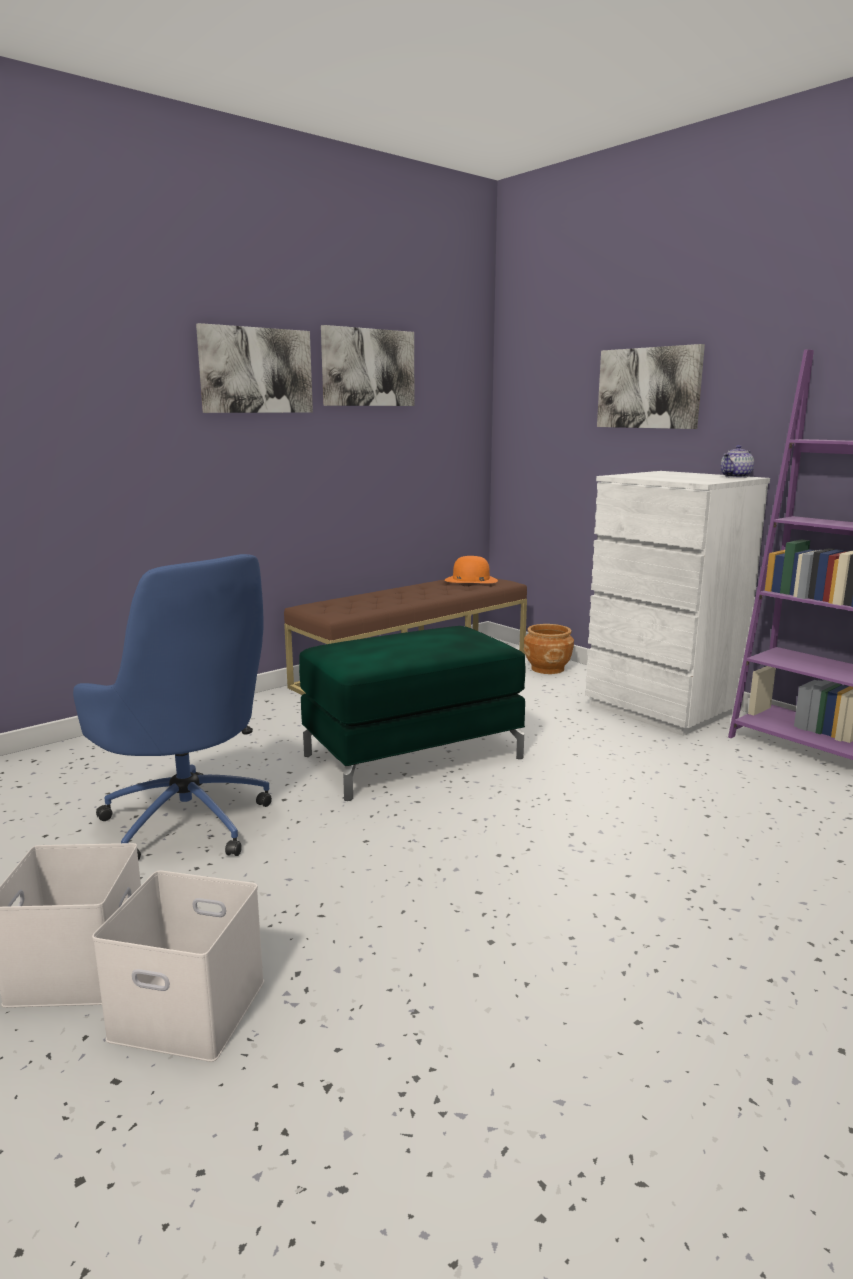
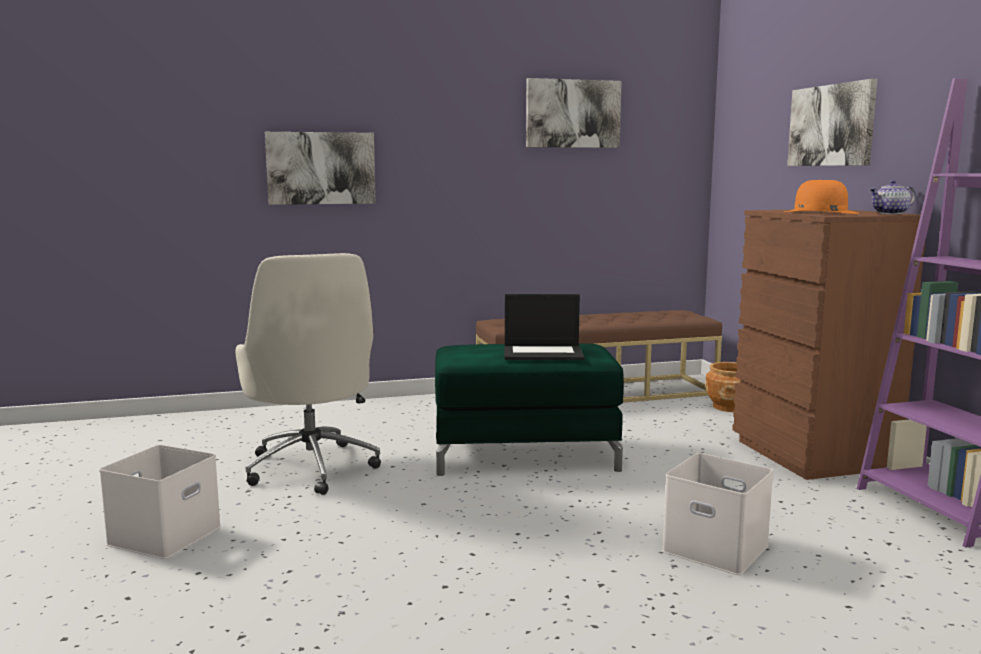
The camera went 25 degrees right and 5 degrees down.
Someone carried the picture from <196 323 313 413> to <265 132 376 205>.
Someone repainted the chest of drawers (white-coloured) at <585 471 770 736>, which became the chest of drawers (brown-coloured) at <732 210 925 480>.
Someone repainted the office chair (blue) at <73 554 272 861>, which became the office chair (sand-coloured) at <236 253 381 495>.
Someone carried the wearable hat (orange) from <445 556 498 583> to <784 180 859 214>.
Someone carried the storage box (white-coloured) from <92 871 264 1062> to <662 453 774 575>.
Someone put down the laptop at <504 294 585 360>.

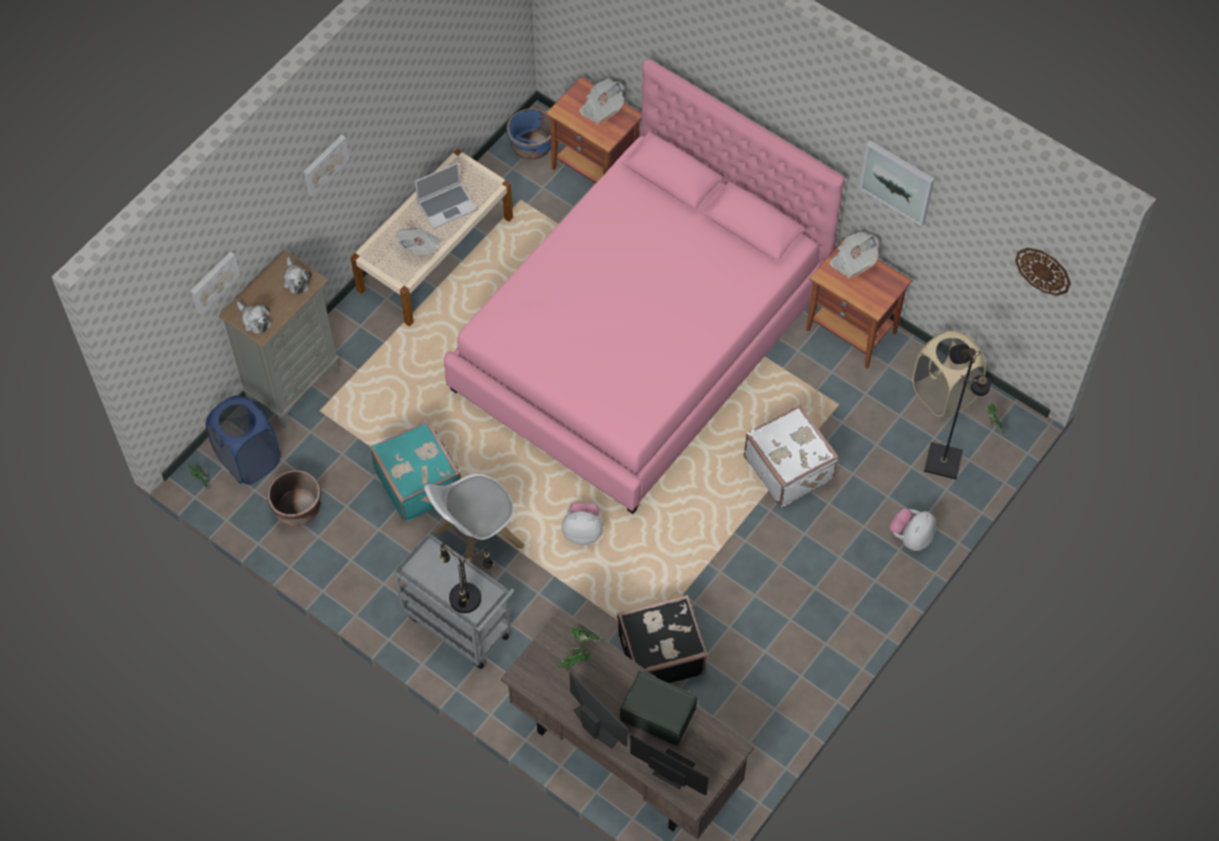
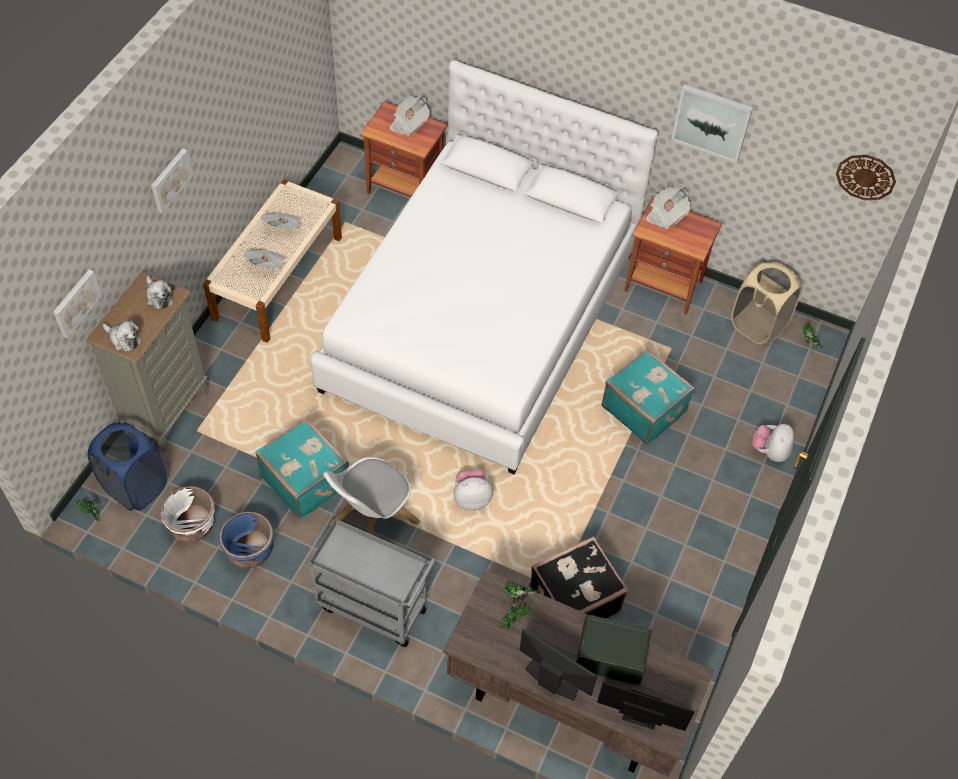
The camera went 15 degrees left and 5 degrees down.
Someone repainted the bedroom bed (pink-coloured) at <444 60 845 514>, which became the bedroom bed (white-coloured) at <311 60 658 474>.
Someone carried the plant pot (blue) from <506 108 551 160> to <219 511 274 568>.
Someone swapped the laptop at <415 162 477 229> for the printed paper at <261 211 302 229>.
Someone took away the standard lamp (blackish) at <924 344 991 480>.
Someone repainted the travel case (white-coloured) at <744 405 839 507>, which became the travel case (turquoise) at <601 349 695 445>.
Someone repainted the plant pot (brown-coloured) at <267 470 321 526>, which became the plant pot (white-coloured) at <160 486 215 543>.
Someone took away the table lamp at <440 544 493 613>.

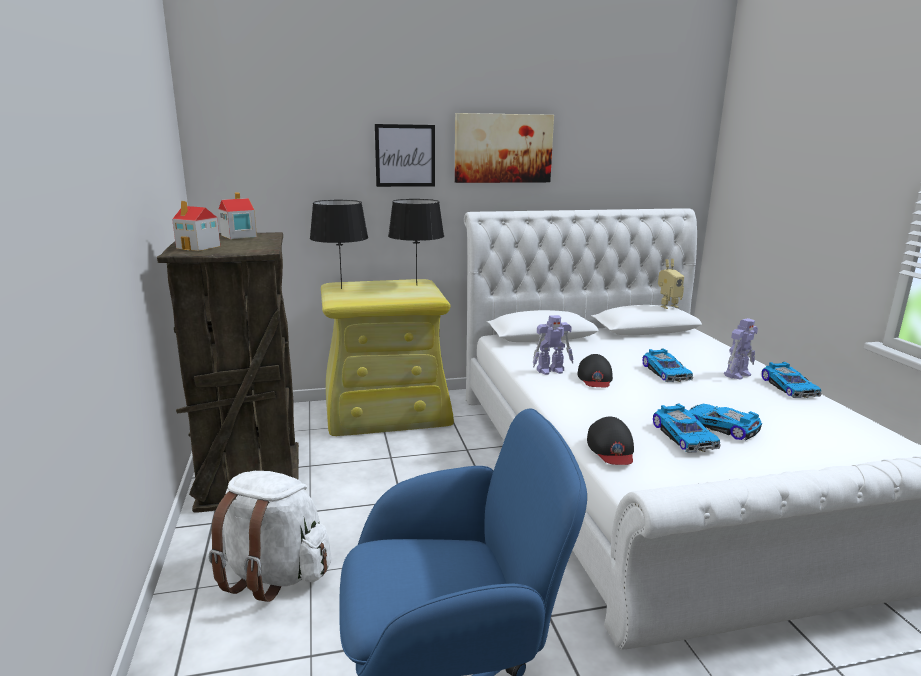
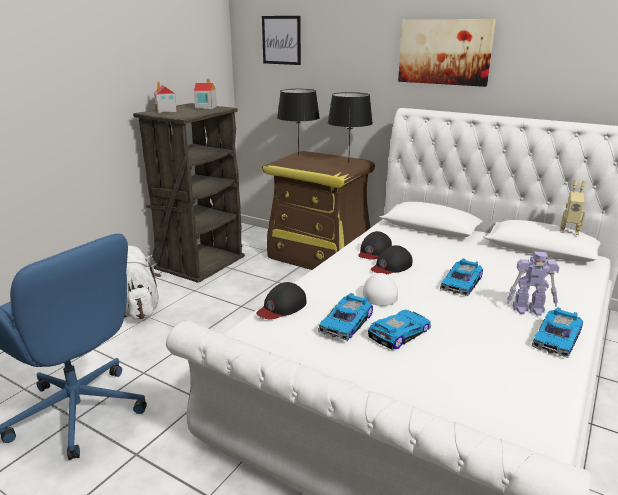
The camera went 45 degrees right and 5 degrees up.
Someone carried the picture from <375 124 435 187> to <262 16 301 65>.
Someone repainted the bedside table (yellow) at <321 279 454 436>, which became the bedside table (brown-coloured) at <262 151 375 270>.
Someone swapped the model robot at <533 315 574 375> for the peaked cap (blackish) at <358 231 392 260>.
Someone rotated the toy car at <689 404 762 440> by 45 degrees clockwise.
Someone put down the peaked cap (white-coloured) at <363 273 398 306>.

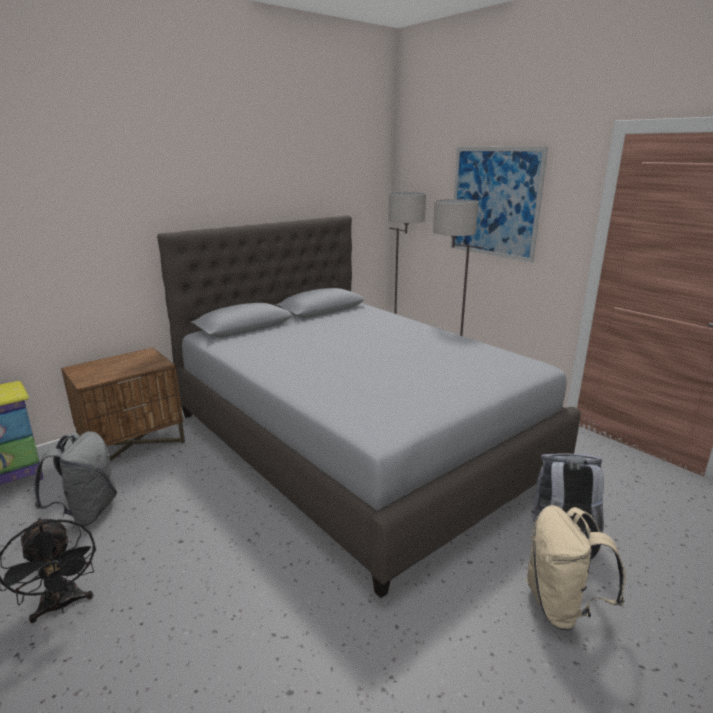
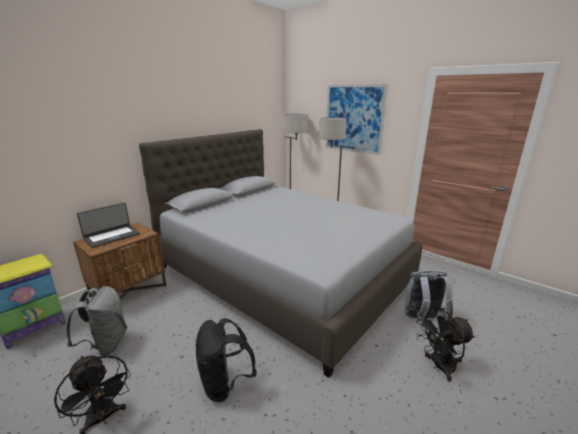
The camera went 10 degrees left and 0 degrees up.
Someone swapped the knapsack (sand-coloured) at <526 505 626 631> for the cooling fan (blackish) at <416 308 475 382>.
Someone put down the laptop at <77 203 140 248>.
Someone put down the knapsack (blackish) at <195 318 257 402>.

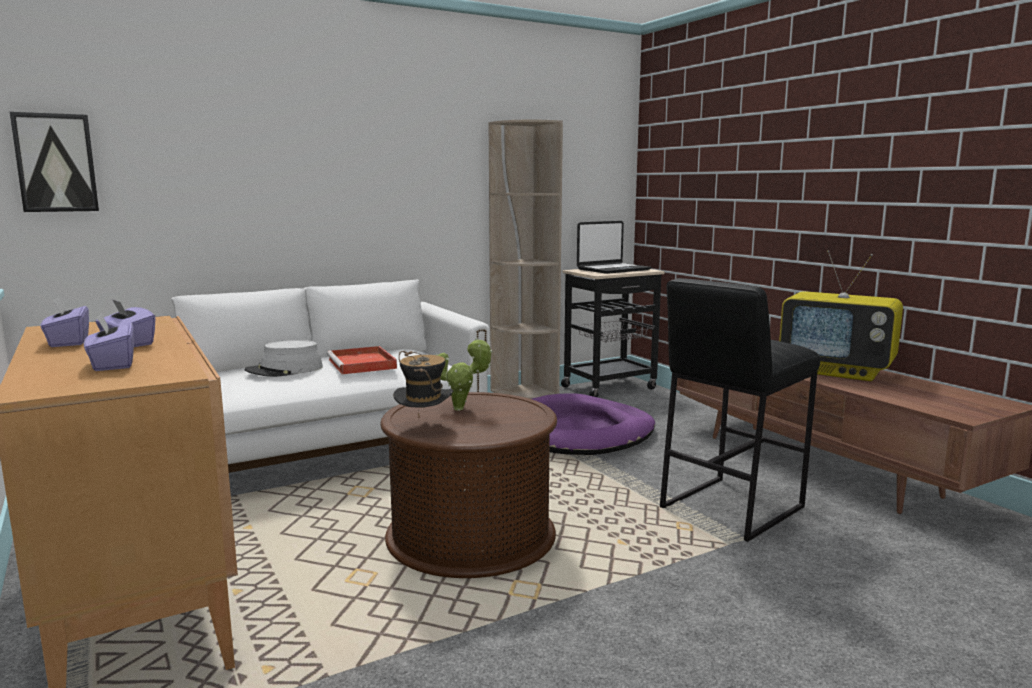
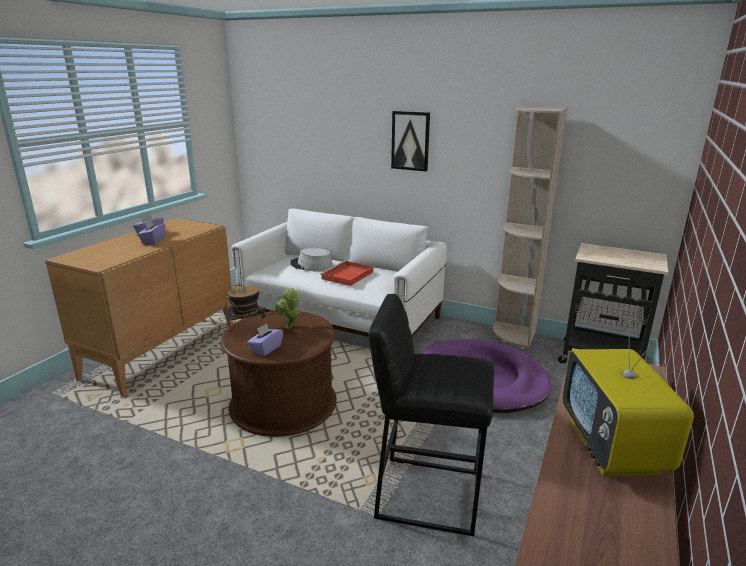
The camera went 55 degrees right and 10 degrees up.
Someone carried the picture from <10 112 99 212> to <391 111 430 171>.
Someone took away the laptop at <577 221 651 274>.
Someone carried the tissue box (purplish) from <84 313 134 371> to <247 323 283 356>.

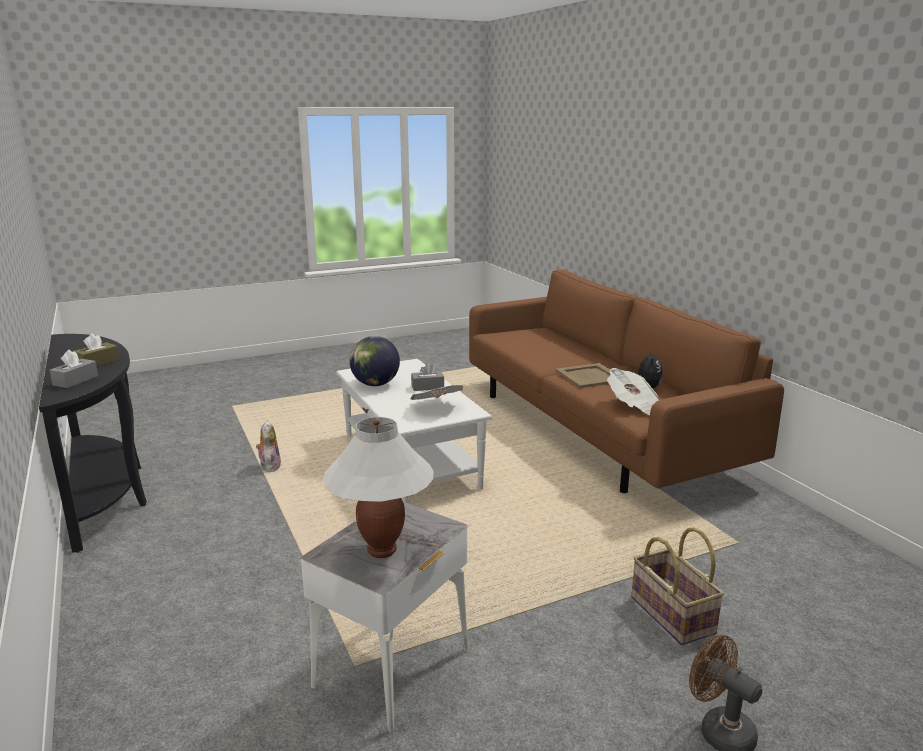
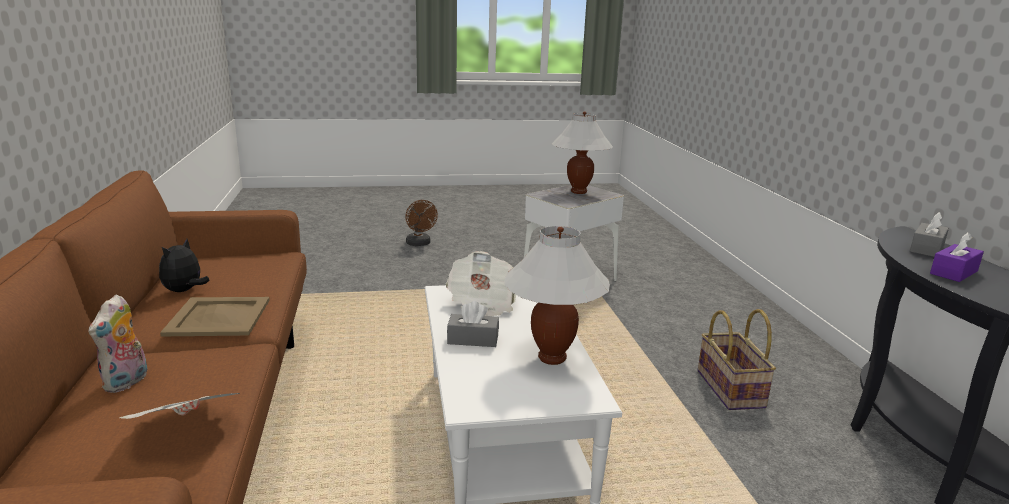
The camera went 165 degrees left and 0 degrees up.
Someone repainted the tissue box (brown-coloured) at <75 334 119 366>, which became the tissue box (purplish) at <930 232 984 282>.
Someone swapped the desk globe at <350 336 400 386> for the table lamp (white-coloured) at <504 226 610 365>.
Someone carried the printed paper from <607 368 659 416> to <119 393 240 419>.
Someone carried the cuddly toy from <256 420 281 472> to <88 294 147 393>.
Someone carried the basket from <631 527 724 646> to <698 309 776 410>.

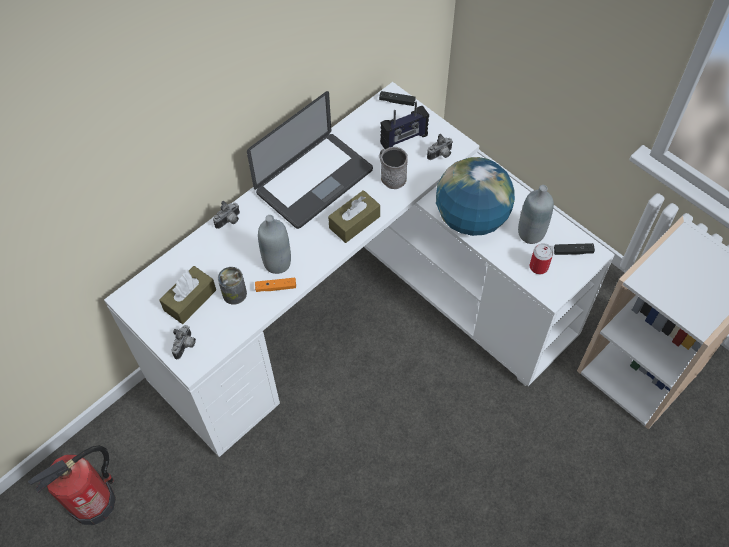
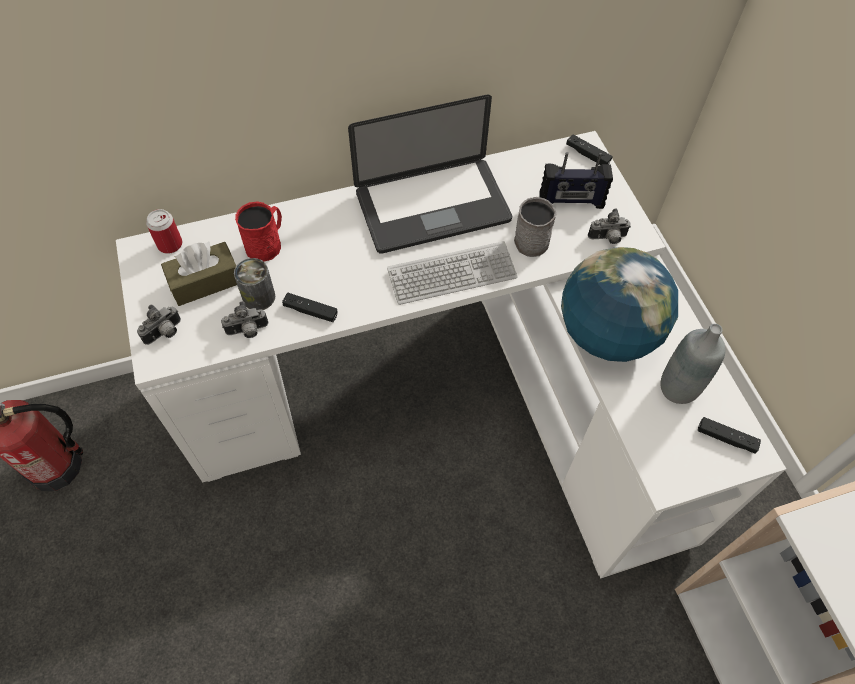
The camera went 25 degrees right and 0 degrees up.
Someone swapped the tissue box (brown-coloured) at <328 190 380 243> for the computer keyboard at <387 241 518 305>.
Someone carried the still camera from <213 201 240 229> to <221 301 268 338>.
Someone took away the bottle (gray) at <258 215 291 274>.
Someone carried the metal can from <530 243 553 274> to <146 209 182 254>.
Someone repainted the joypad (orange) at <255 278 296 292>, which became the joypad (blackish) at <282 293 338 322>.
Someone put down the tea mug (reddish) at <235 201 282 261>.

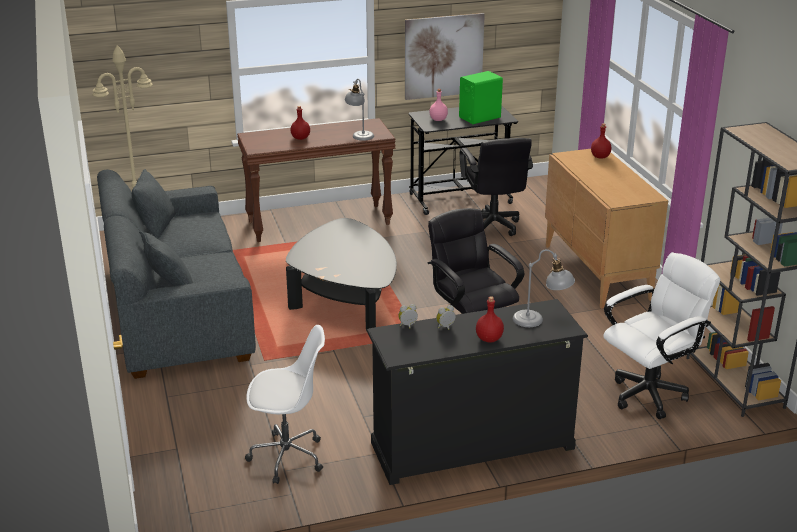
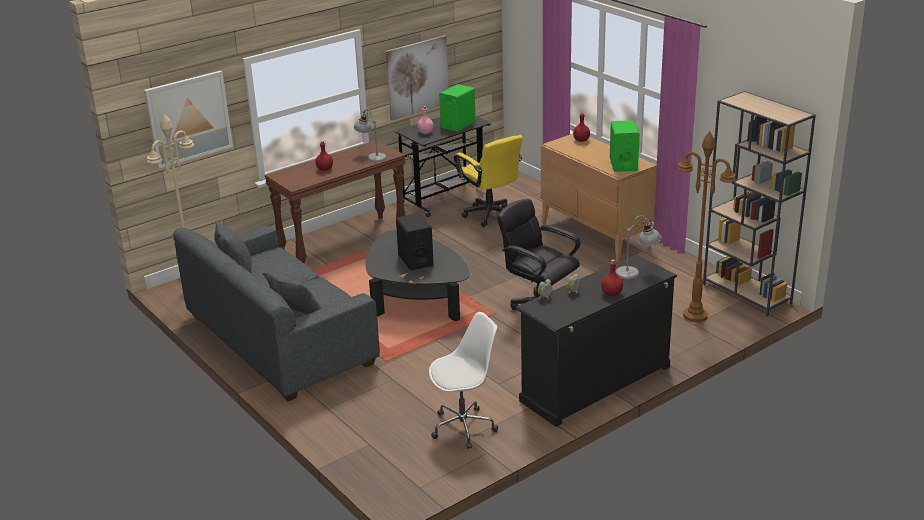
The camera went 20 degrees left and 0 degrees up.
Someone repainted the office chair (blackish) at <460 138 533 236>, which became the office chair (yellow) at <454 135 522 227>.
Someone swapped the office chair (white-coloured) at <603 252 721 419> for the standard lamp (brown-coloured) at <677 131 736 322>.
Someone put up the picture at <144 70 233 169>.
Someone put down the loudspeaker (greenish) at <610 120 640 172>.
Someone put down the loudspeaker (blackish) at <396 213 434 270>.

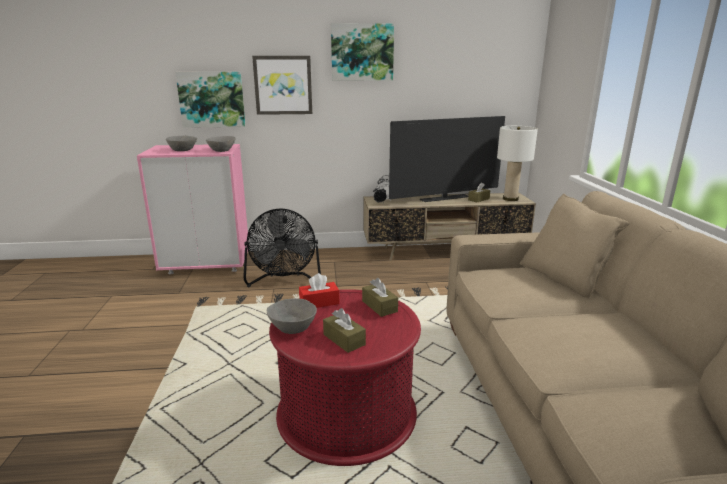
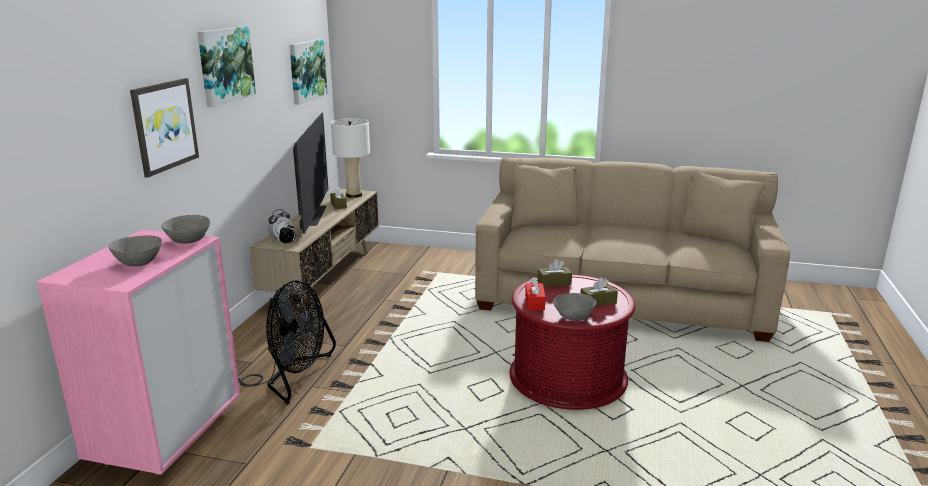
The camera went 70 degrees left and 0 degrees up.
Someone carried the picture from <175 72 246 128> to <289 39 328 105>.

